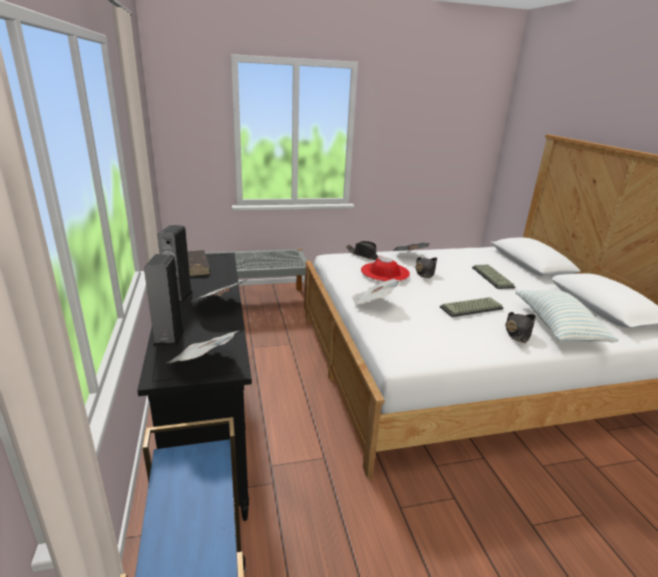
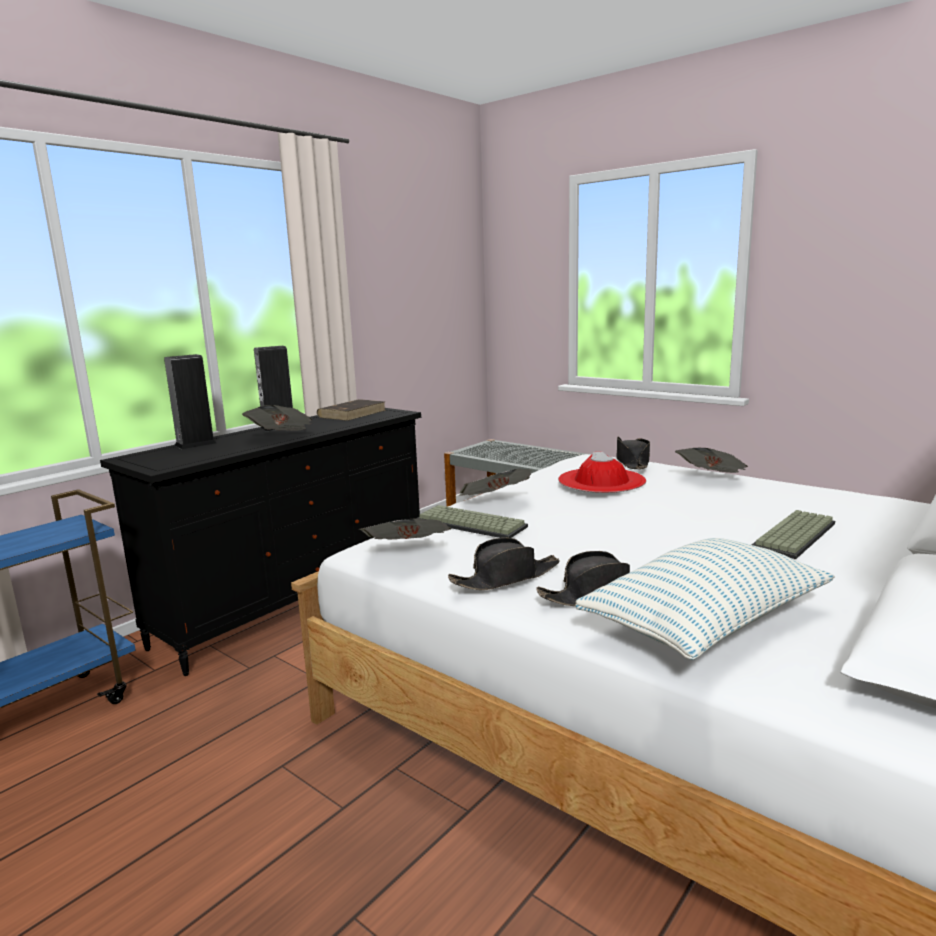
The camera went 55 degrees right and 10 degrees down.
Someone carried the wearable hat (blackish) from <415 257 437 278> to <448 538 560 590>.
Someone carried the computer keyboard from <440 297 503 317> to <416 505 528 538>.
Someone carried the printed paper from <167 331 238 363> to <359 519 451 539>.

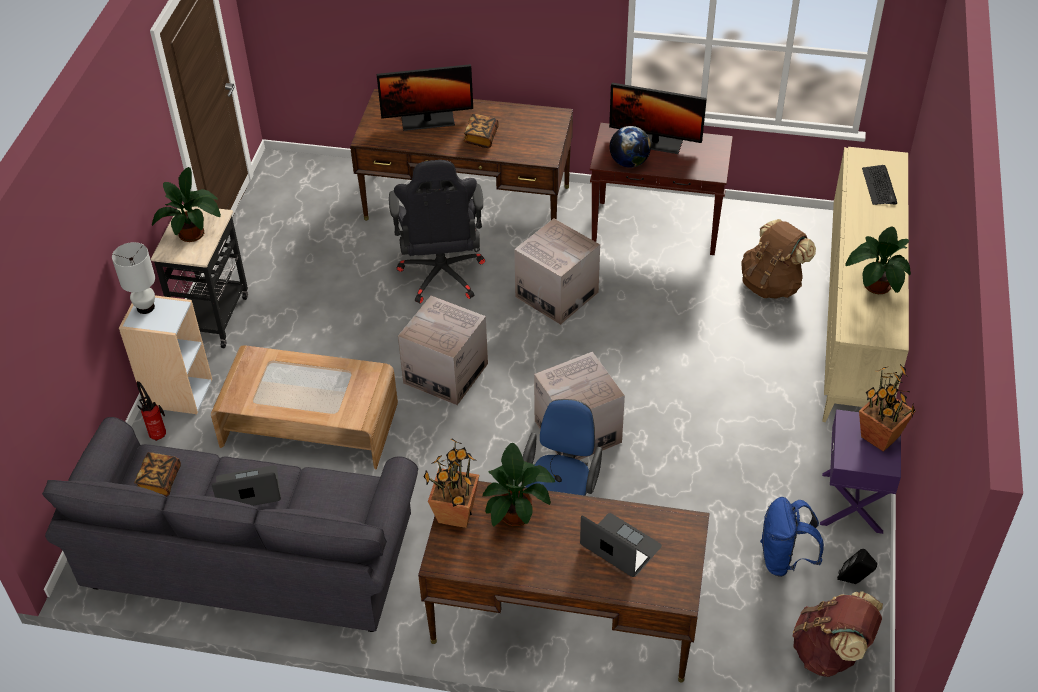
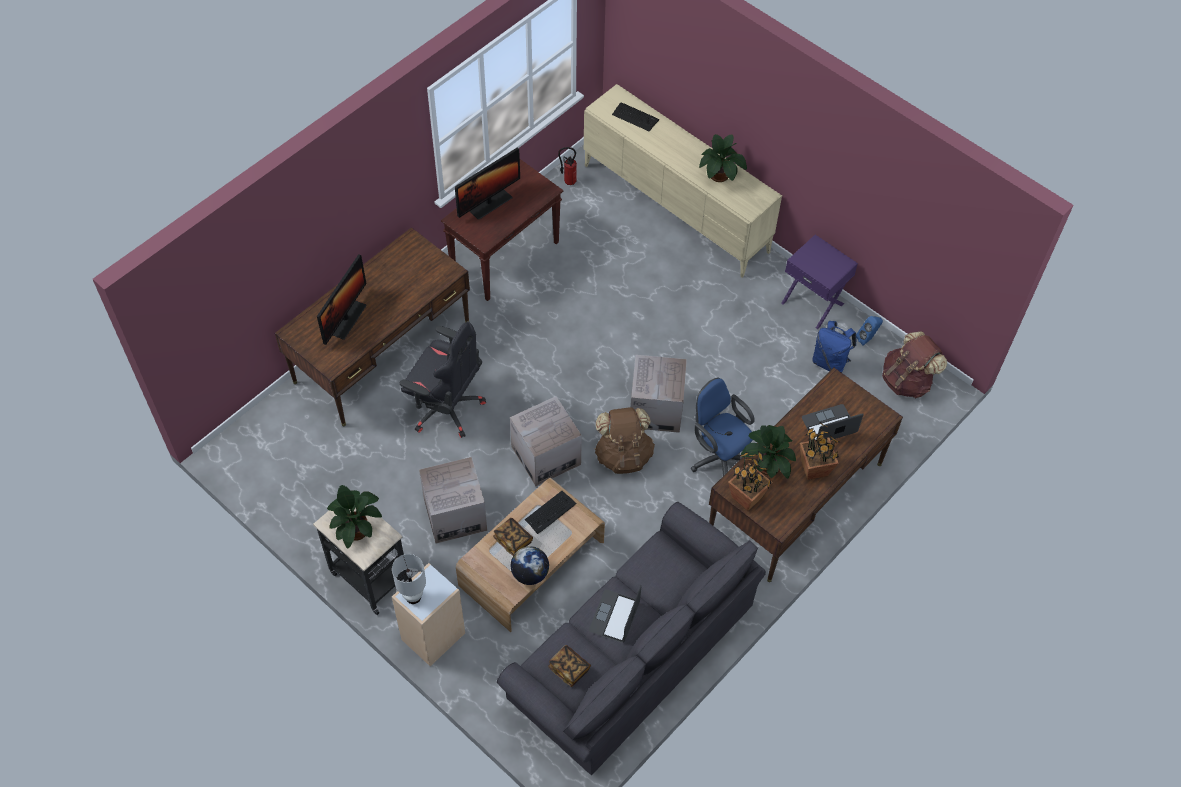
The camera went 60 degrees left and 10 degrees up.
Someone carried the book from <464 114 499 148> to <493 518 533 556>.
Someone carried the desk globe from <610 126 651 168> to <511 546 549 585>.
Someone carried the cardboard box from <514 218 600 325> to <419 457 487 543>.
Someone carried the knapsack (brown-coloured) from <741 219 816 299> to <594 407 655 474>.
Someone carried the potted plant from <859 364 916 452> to <800 422 840 480>.
Someone carried the extinguisher from <137 381 166 441> to <558 147 577 185>.
Someone repainted the loudspeaker (blackish) at <837 549 877 584>, which became the loudspeaker (blue) at <856 316 883 346>.
Someone put down the computer keyboard at <525 491 576 534>.

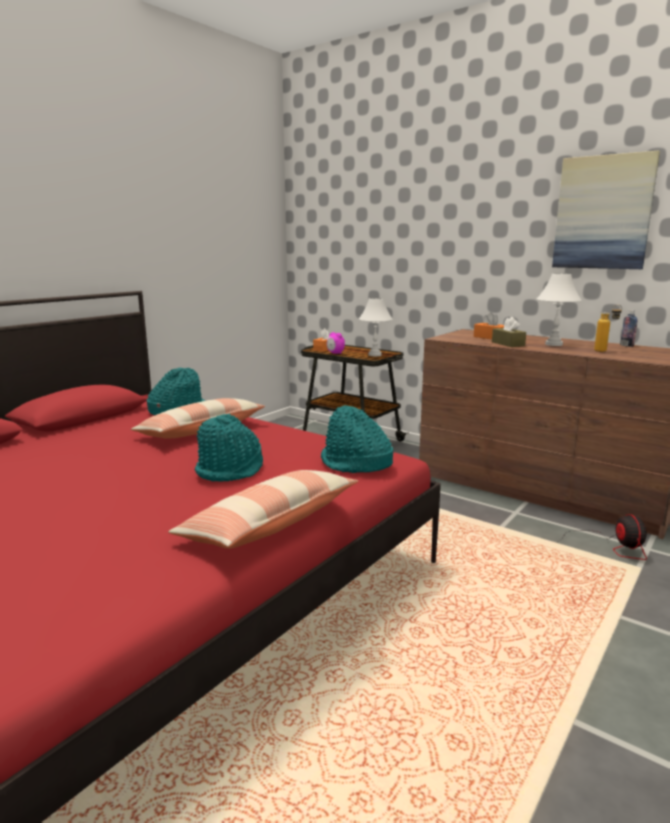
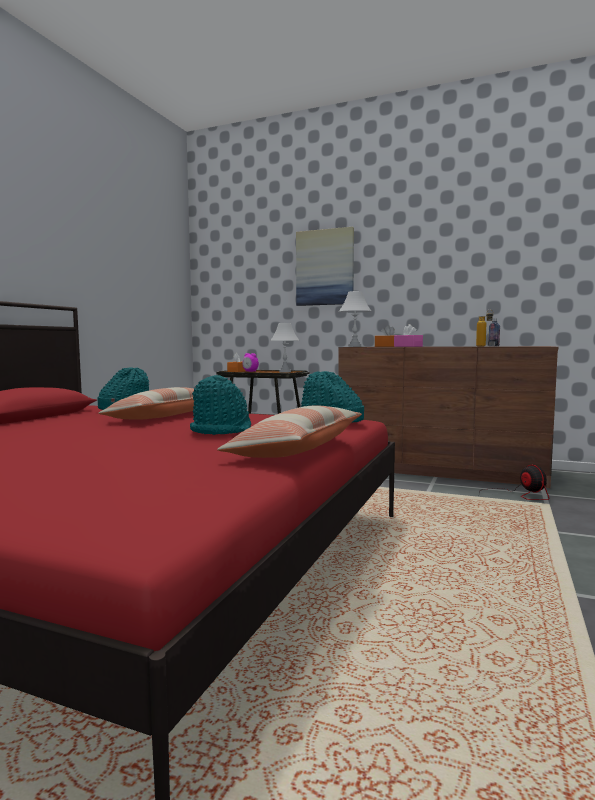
The camera went 15 degrees left and 10 degrees down.
Someone carried the picture from <552 151 660 269> to <296 227 354 306>.
Someone carried the table lamp (white-coloured) from <537 273 582 346> to <339 291 372 347>.
Someone repainted the tissue box (brown-coloured) at <492 317 526 347>, which became the tissue box (pink-coloured) at <394 324 423 347>.

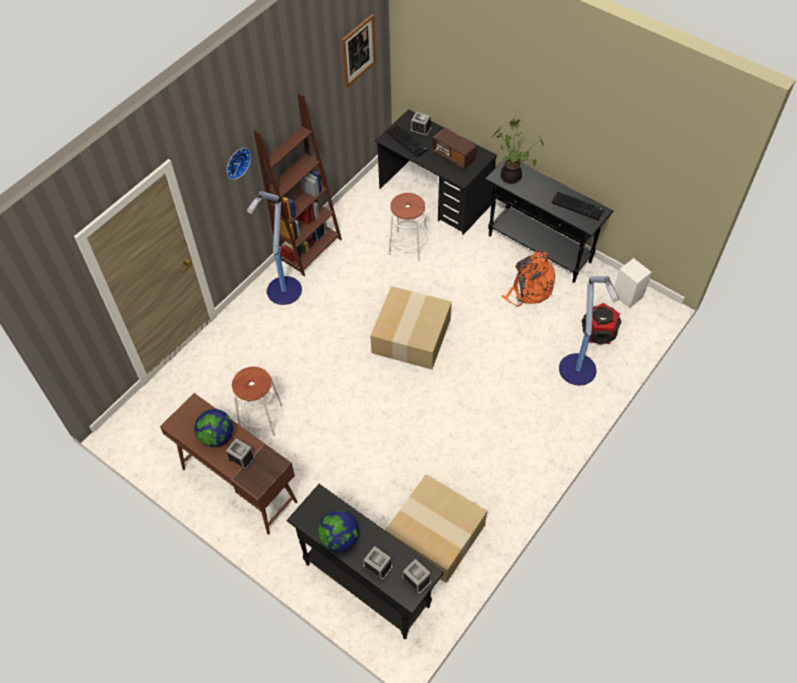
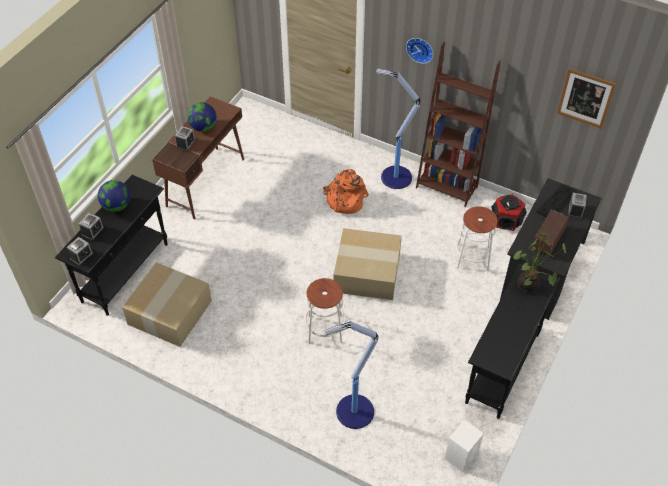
The camera went 80 degrees right and 5 degrees down.
Someone took away the computer keyboard at <552 192 604 221>.
Someone carried the knapsack (orange) from <501 250 555 306> to <323 169 369 214>.
Someone carried the loudspeaker from <582 303 622 344> to <491 194 527 231>.
Someone carried the stool seat (white-coloured) from <232 367 282 436> to <305 278 346 344>.

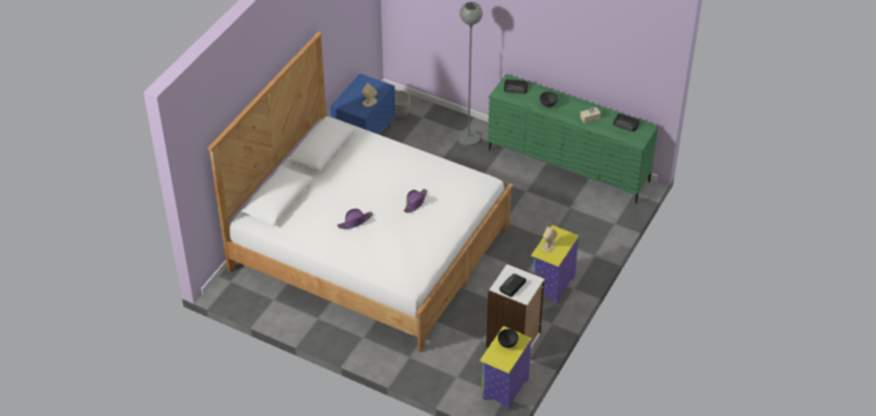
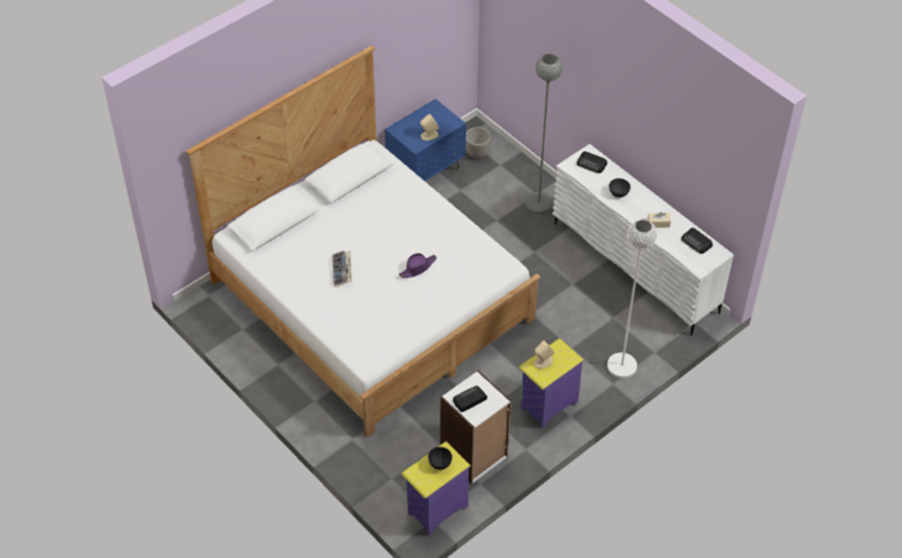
The camera went 20 degrees right and 5 degrees up.
Someone repainted the chest of drawers (greenish) at <487 74 658 204>, which became the chest of drawers (white-coloured) at <552 144 734 336>.
Someone swapped the wearable hat (purplish) at <337 209 373 229> for the computer keyboard at <332 251 352 287>.
Someone put down the standard lamp (white-coloured) at <607 219 657 378>.

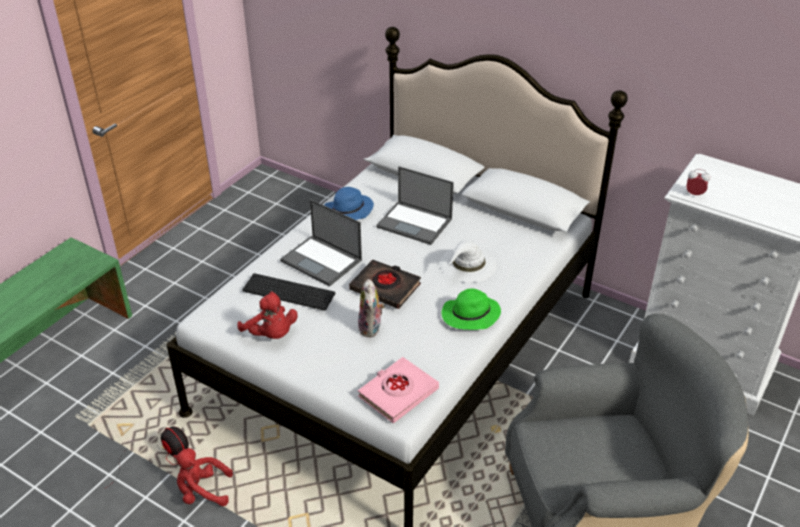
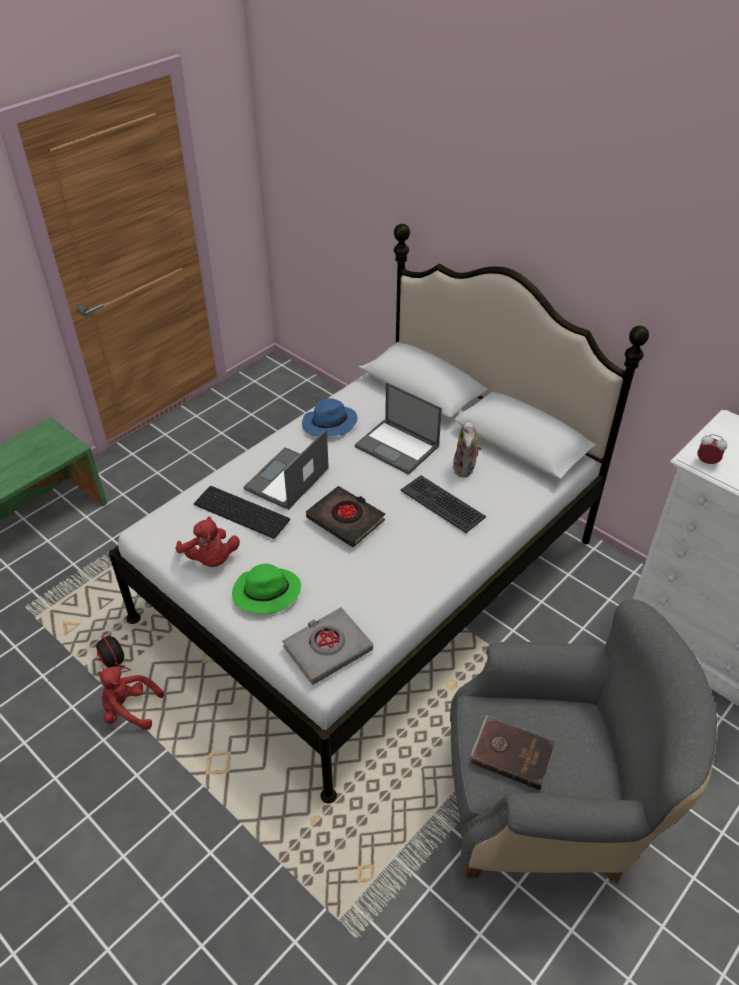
The camera went 10 degrees right and 5 degrees up.
Someone rotated the laptop at <280 199 362 287> by 75 degrees clockwise.
Someone swapped the wearable hat (white-coloured) at <440 240 497 283> for the computer keyboard at <401 475 486 533>.
Someone carried the cuddly toy from <358 279 385 337> to <452 420 482 477>.
Someone carried the wearable hat (greenish) from <441 288 501 330> to <232 564 301 614>.
Someone repainted the book (pink-coloured) at <358 357 439 423>, which became the book (gray) at <282 607 373 685>.
Someone put down the book (brown-coloured) at <470 715 556 790>.

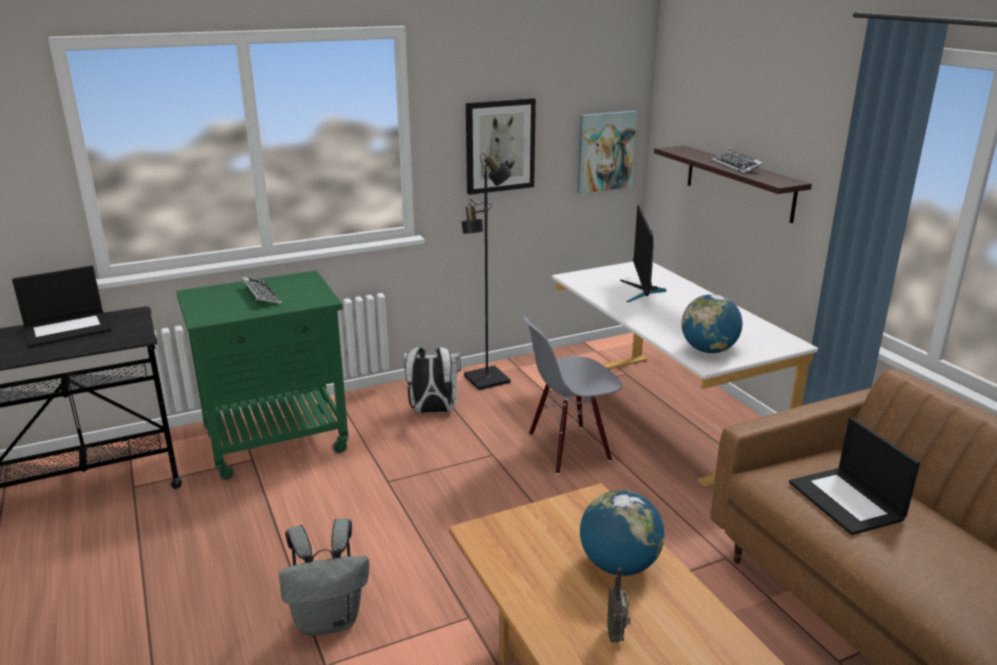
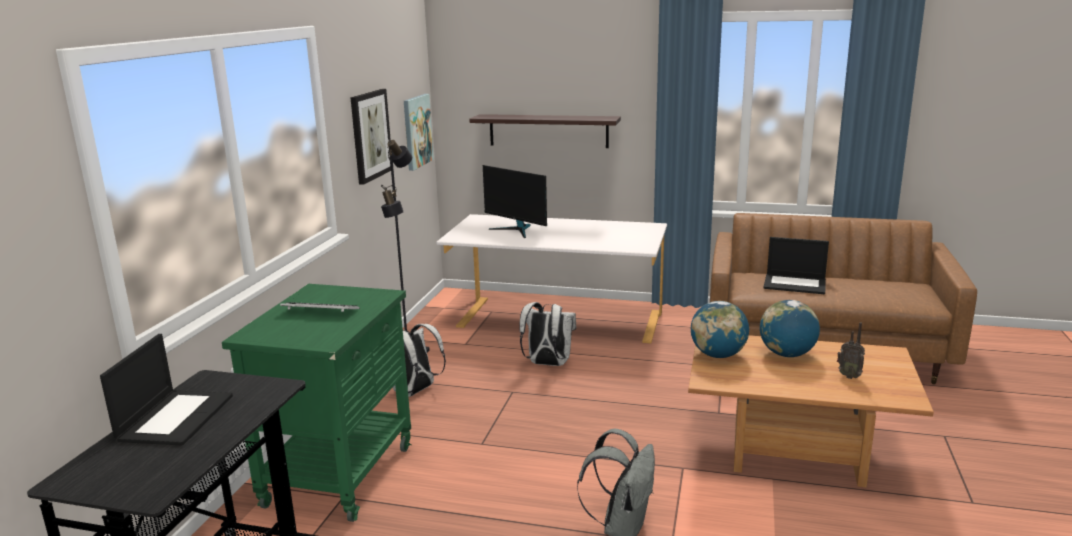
The camera went 50 degrees left and 5 degrees down.
Someone took away the computer keyboard at <712 150 764 174>.
Someone carried the desk globe from <681 294 742 353> to <691 301 749 358>.
Someone swapped the upright chair (gray) at <523 317 622 474> for the knapsack (white-coloured) at <519 302 576 366>.

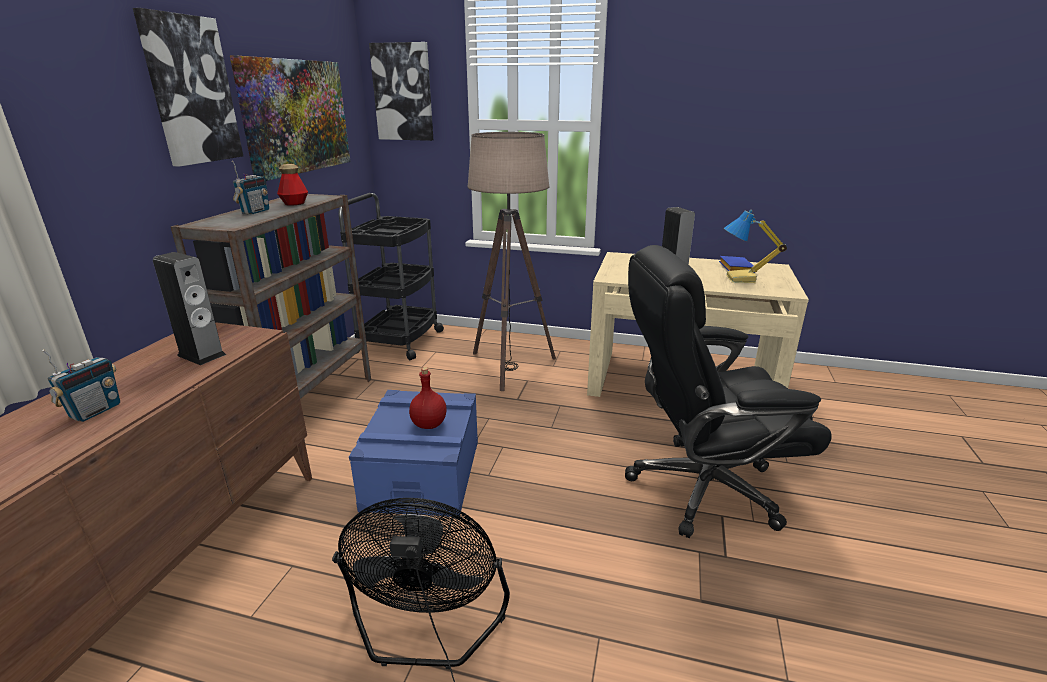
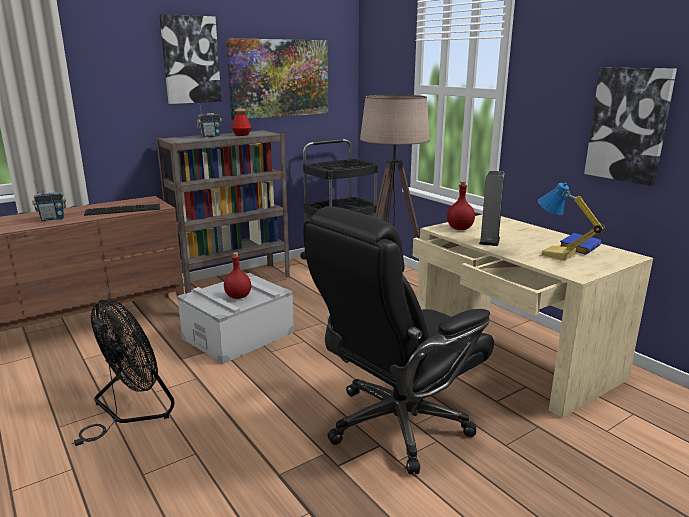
The camera went 40 degrees right and 5 degrees down.
Someone carried the picture from <369 42 433 141> to <584 68 677 186>.
Someone rotated the office chair (blackish) at <625 245 832 538> by 75 degrees counterclockwise.
Someone swapped the loudspeaker at <153 252 226 365> for the computer keyboard at <84 204 160 216>.
Someone repainted the storage box (blue) at <349 390 478 517>, which became the storage box (gray) at <177 273 294 364>.
Someone put down the bottle (reddish) at <447 181 475 230>.

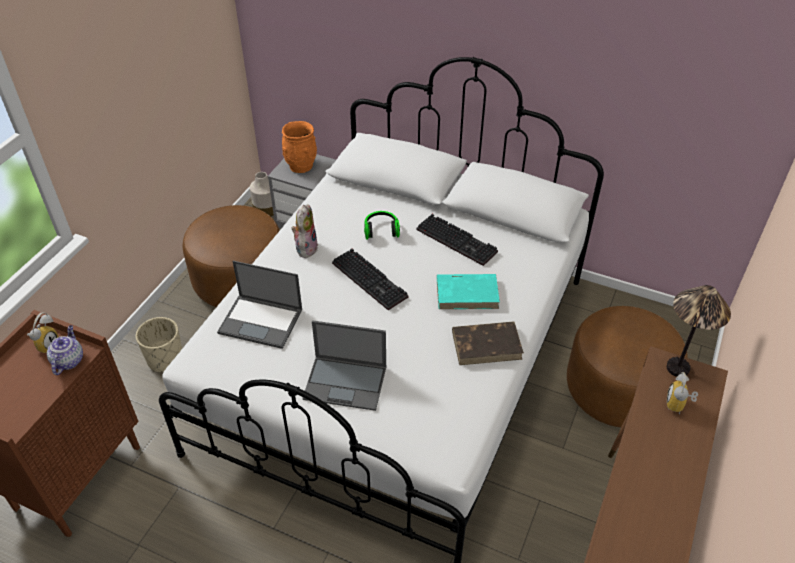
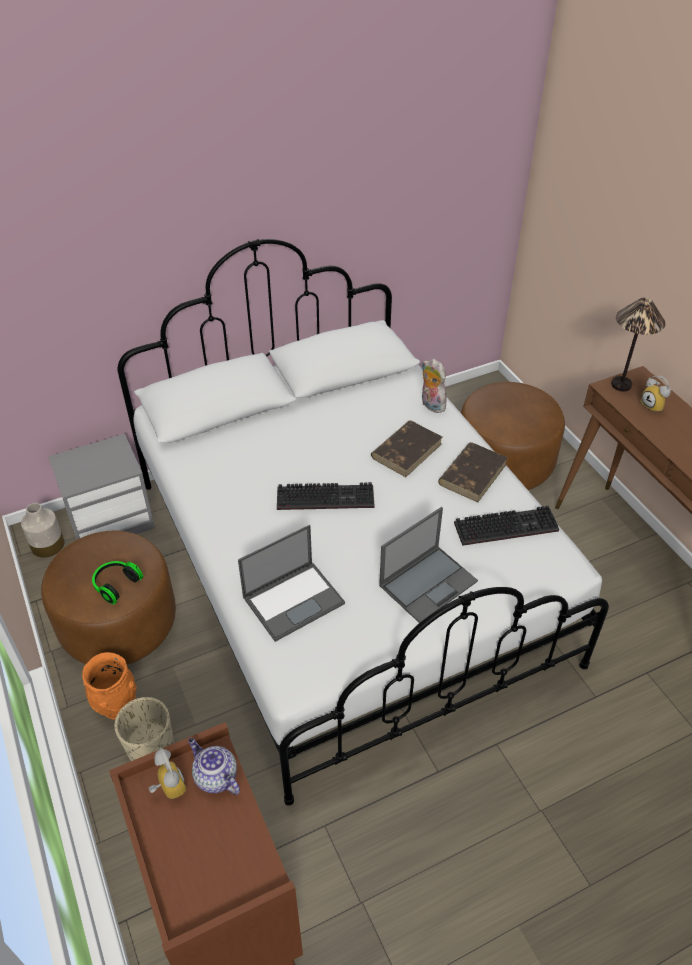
The camera went 50 degrees left and 0 degrees up.
Someone carried the flower vase (orange) from <282 121 317 173> to <82 652 137 719>.
Someone carried the cuddly toy from <291 205 318 258> to <422 359 447 413>.
Someone carried the headset from <364 211 400 240> to <92 561 143 605>.
Someone carried the computer keyboard from <416 214 498 266> to <454 505 559 546>.
Someone repainted the book (turquoise) at <437 274 500 309>, which became the book (brown-coloured) at <371 420 442 477>.

